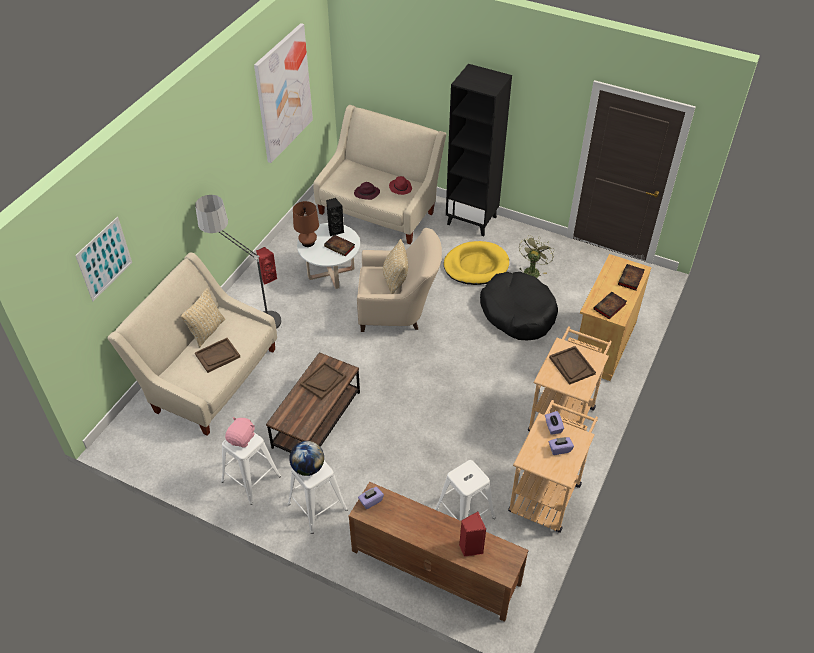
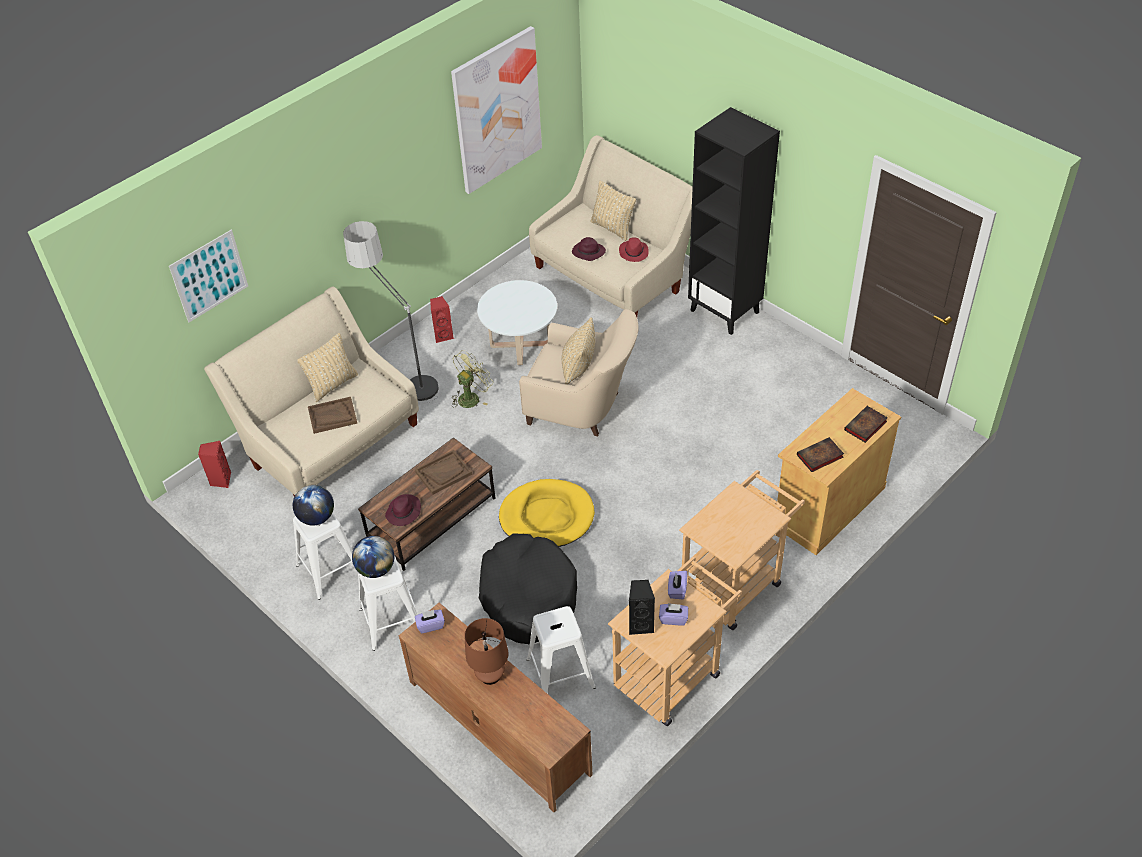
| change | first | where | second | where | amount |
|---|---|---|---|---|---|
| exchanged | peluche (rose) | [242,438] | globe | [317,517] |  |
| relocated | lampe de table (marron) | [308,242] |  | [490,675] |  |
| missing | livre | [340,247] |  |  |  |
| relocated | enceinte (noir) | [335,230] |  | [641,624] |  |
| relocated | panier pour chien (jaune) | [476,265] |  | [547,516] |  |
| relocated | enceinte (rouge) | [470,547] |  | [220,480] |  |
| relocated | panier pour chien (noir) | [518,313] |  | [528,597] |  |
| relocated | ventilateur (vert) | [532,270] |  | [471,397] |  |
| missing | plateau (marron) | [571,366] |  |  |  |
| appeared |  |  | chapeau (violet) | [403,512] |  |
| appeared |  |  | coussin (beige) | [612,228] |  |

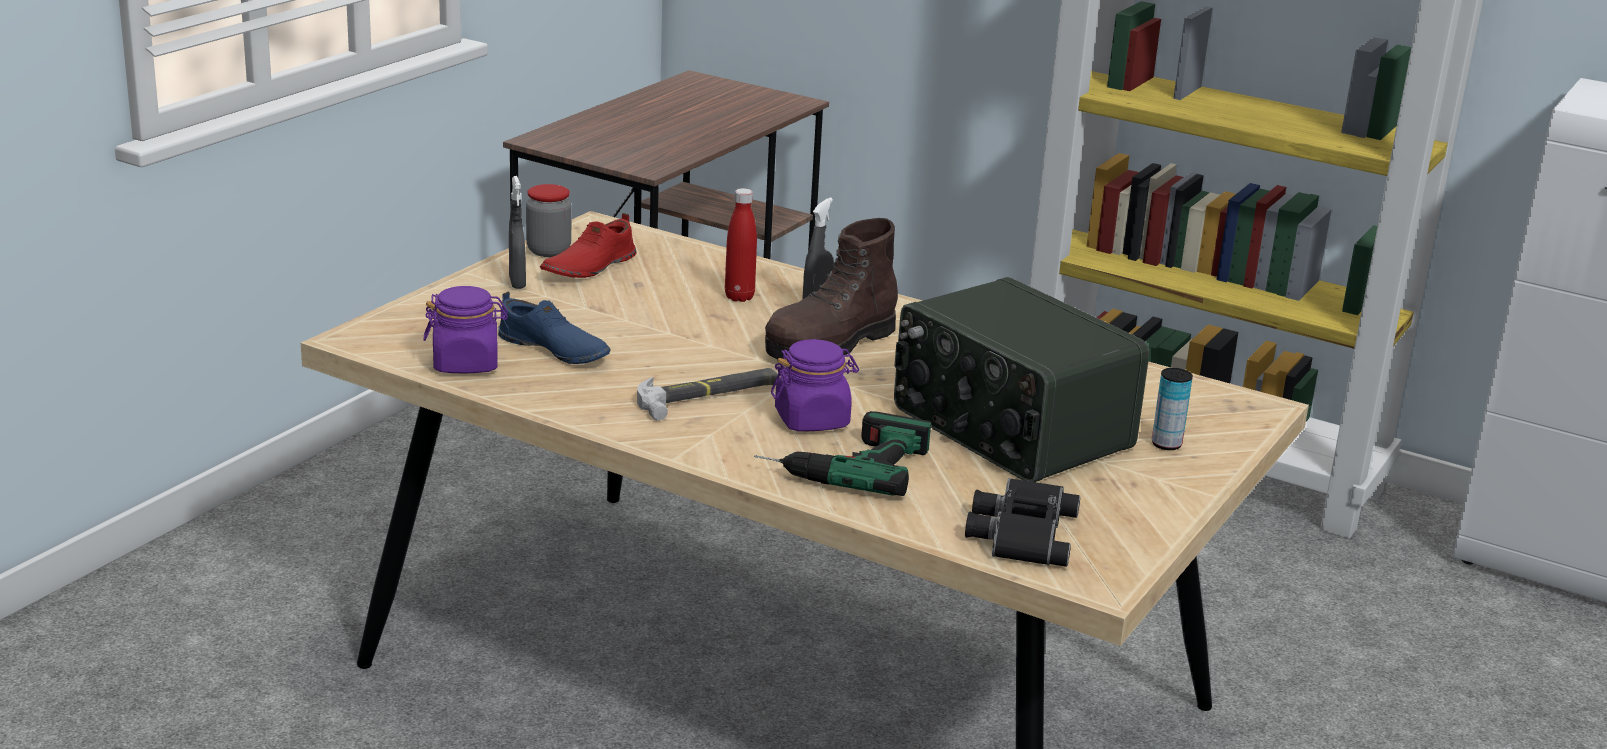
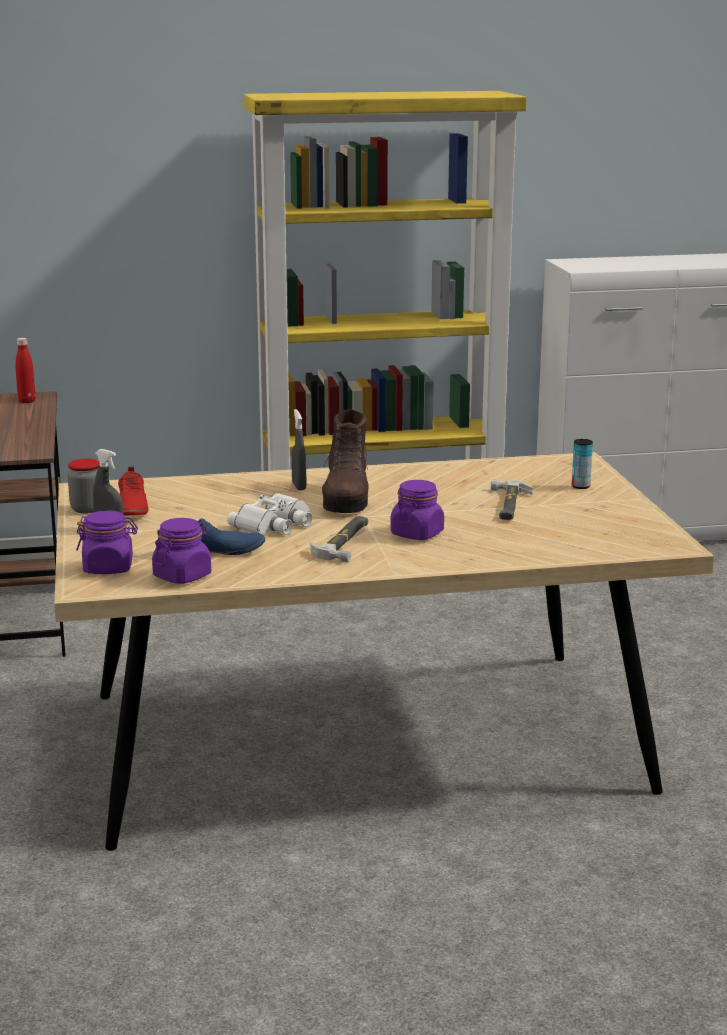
| change | first | where | second | where | amount |
|---|---|---|---|---|---|
| relocated | bouteille (rouge) | [739,297] |  | [27,401] |  |
| missing | perceuse | [842,462] |  |  |  |
| exchanged | radio | [1009,429] | marteau | [508,504] |  |
| missing | jumelles (noir) | [1019,532] |  |  |  |
| appeared |  |  | bocal (violet) | [109,568] |  |
| appeared |  |  | jumelles (blanc) | [275,524] |  |

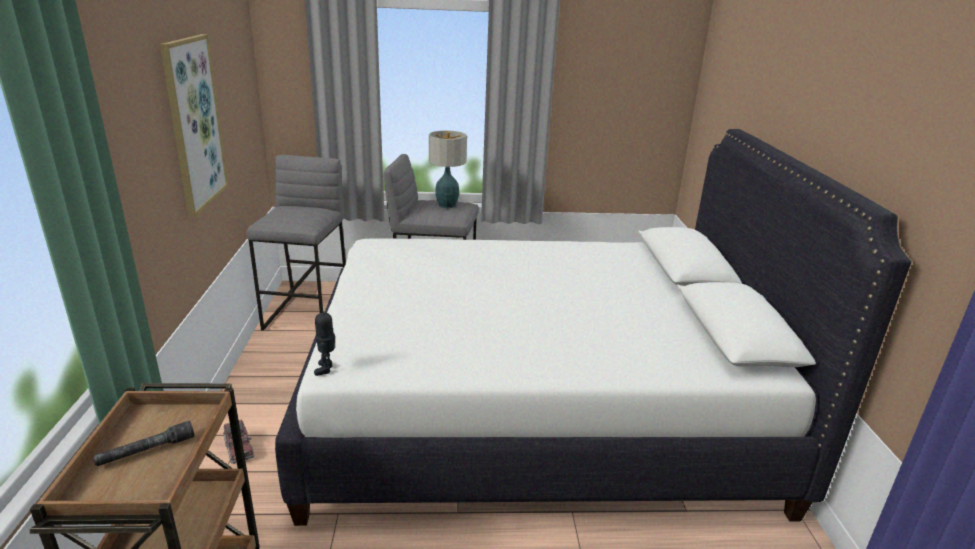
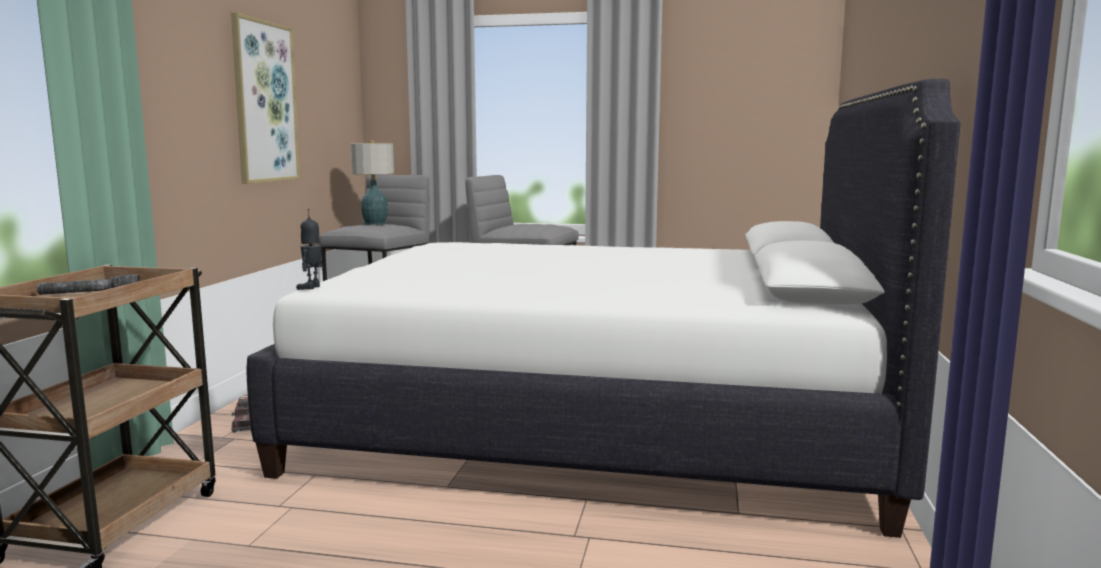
| change | first | where | second | where | amount |
|---|---|---|---|---|---|
| relocated | lampe de table | [447,205] |  | [374,224] |  |

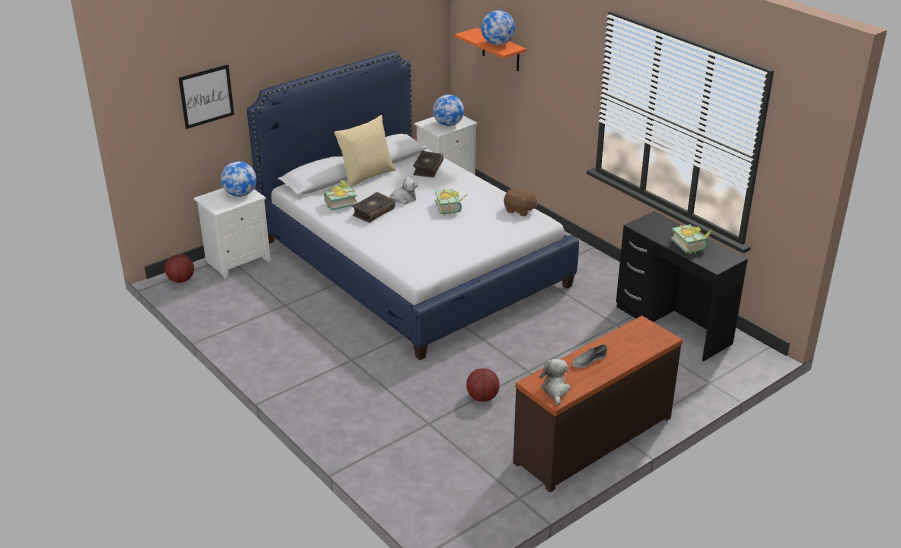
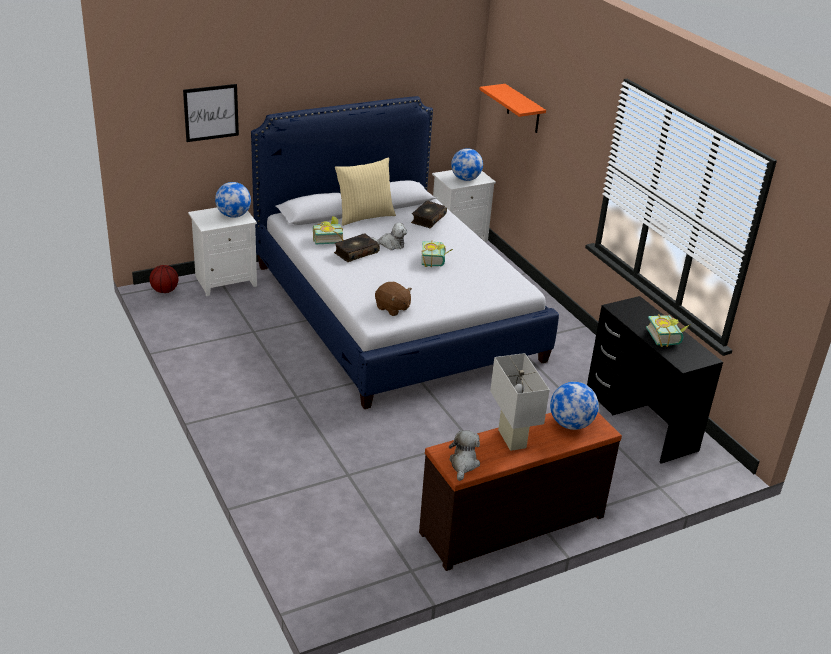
| change | first | where | second | where | amount |
|---|---|---|---|---|---|
| missing | ballon de basket | [482,397] |  |  |  |
| relocated | globe | [497,44] |  | [570,424] |  |
| relocated | peluche (marron) | [520,210] |  | [392,308] |  |
| exchanged | chaussure (gris) | [589,360] | lampe de table (blanc) | [512,439] |  |

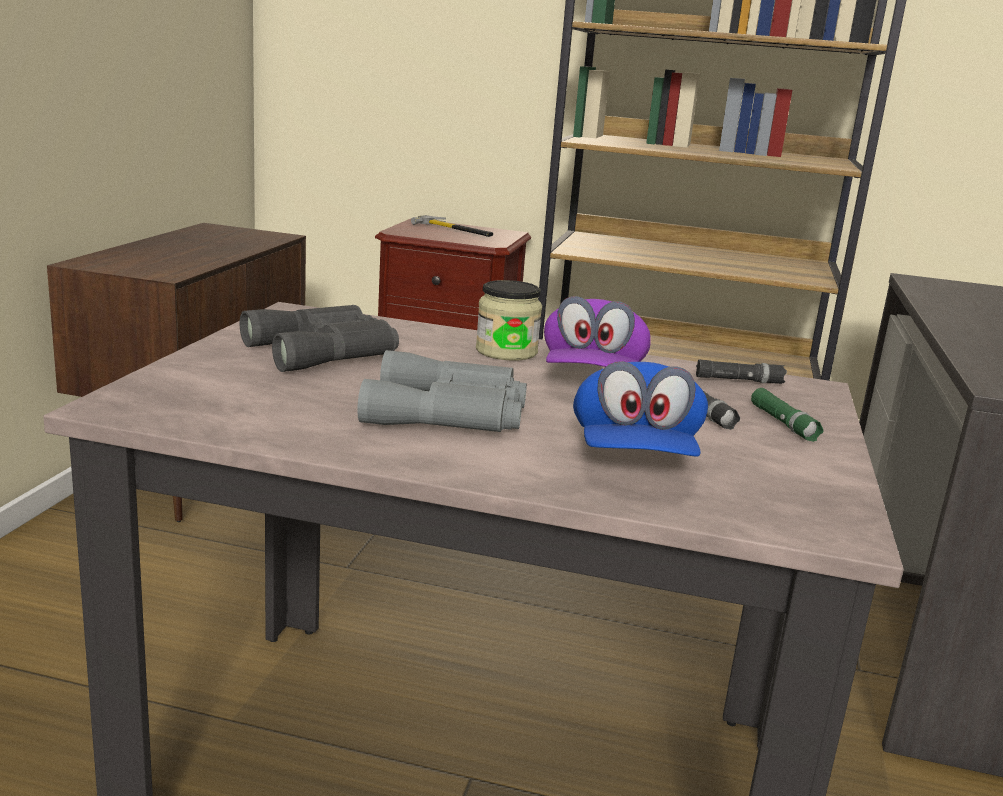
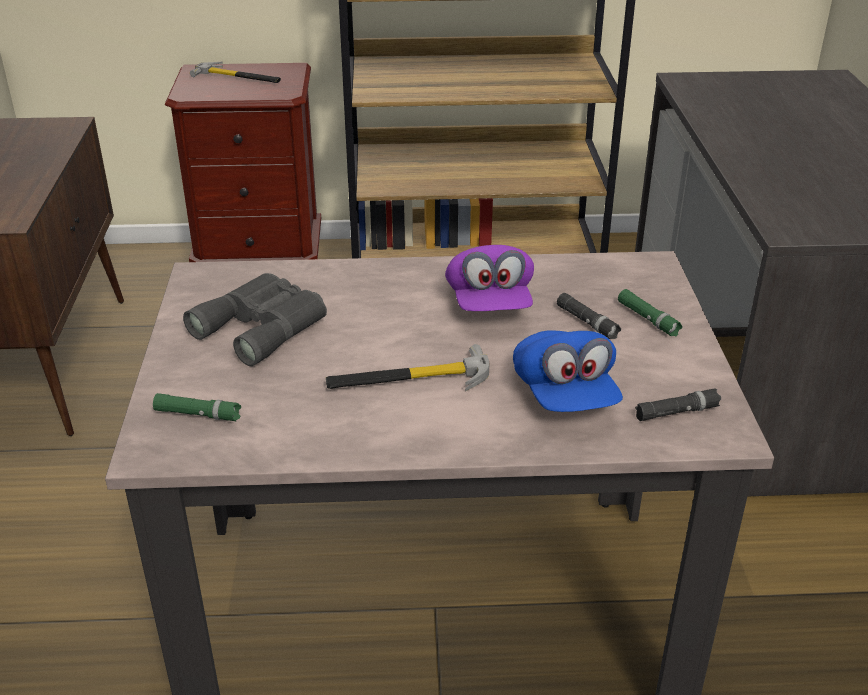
| change | first | where | second | where | amount |
|---|---|---|---|---|---|
| exchanged | jumelles (gris) | [450,413] | marteau | [408,380] |  |
| missing | bocal | [506,351] |  |  |  |
| relocated | lampe de poche (noir) | [739,380] |  | [676,412] |  |
| appeared |  |  | lampe de poche (vert) | [198,414] |  |

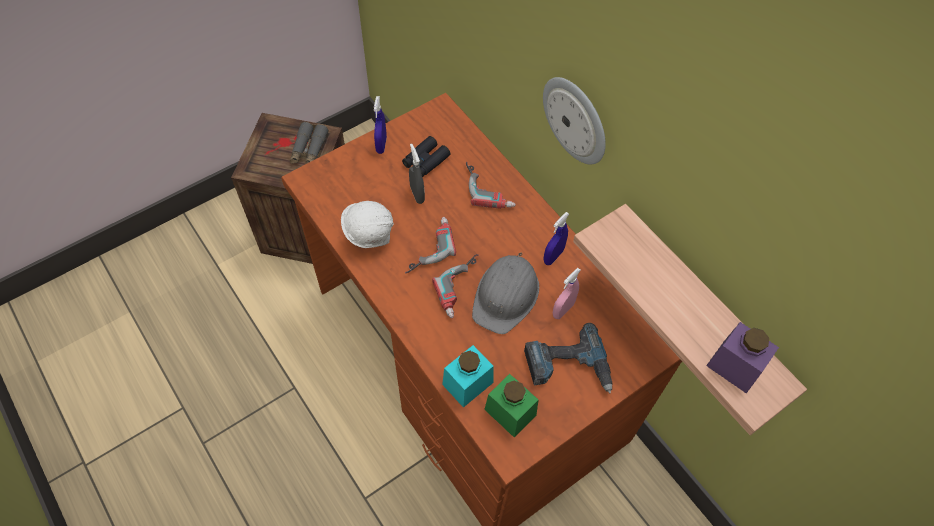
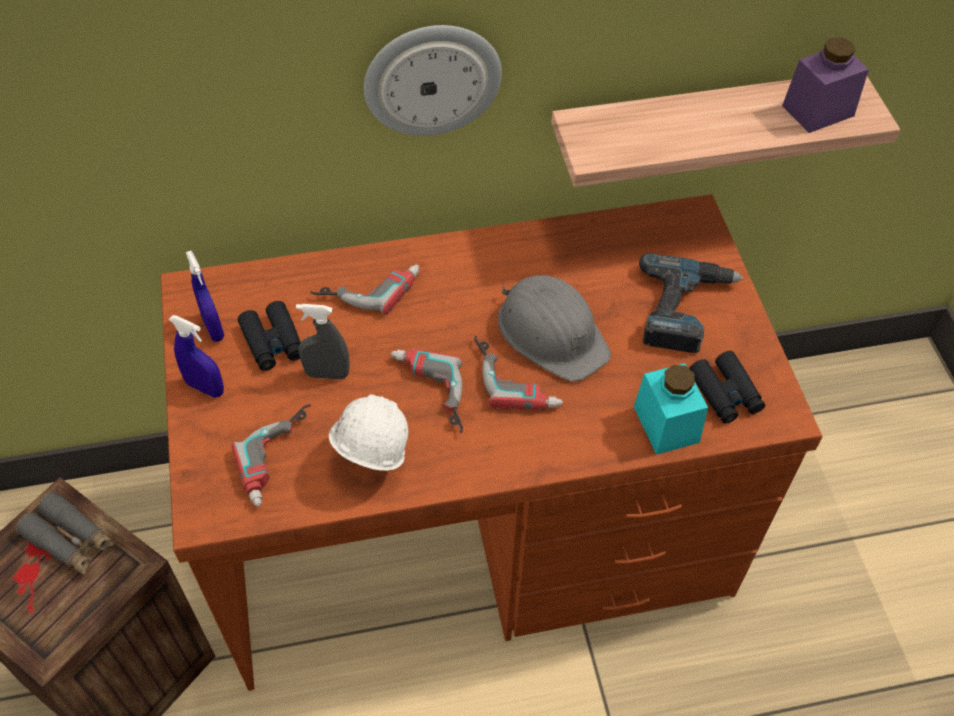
| change | first | where | second | where | amount |
|---|---|---|---|---|---|
| exchanged | bocal (vert) | [510,412] | jumelles (noir) | [725,393] |  |
| relocated | vaporisateur (bleu) | [553,256] |  | [213,328] |  |
| missing | vaporisateur (rose) | [563,310] |  |  |  |
| appeared |  |  | perceuse | [282,459] |  |

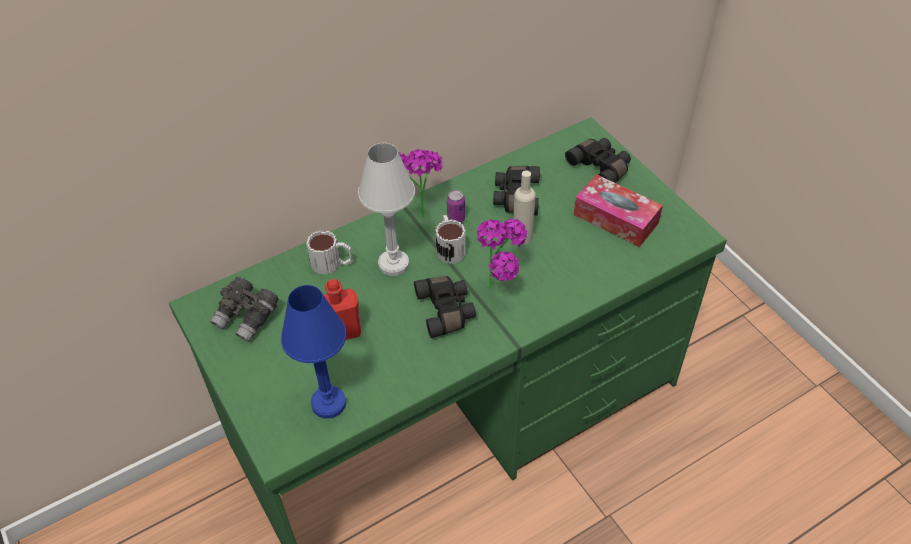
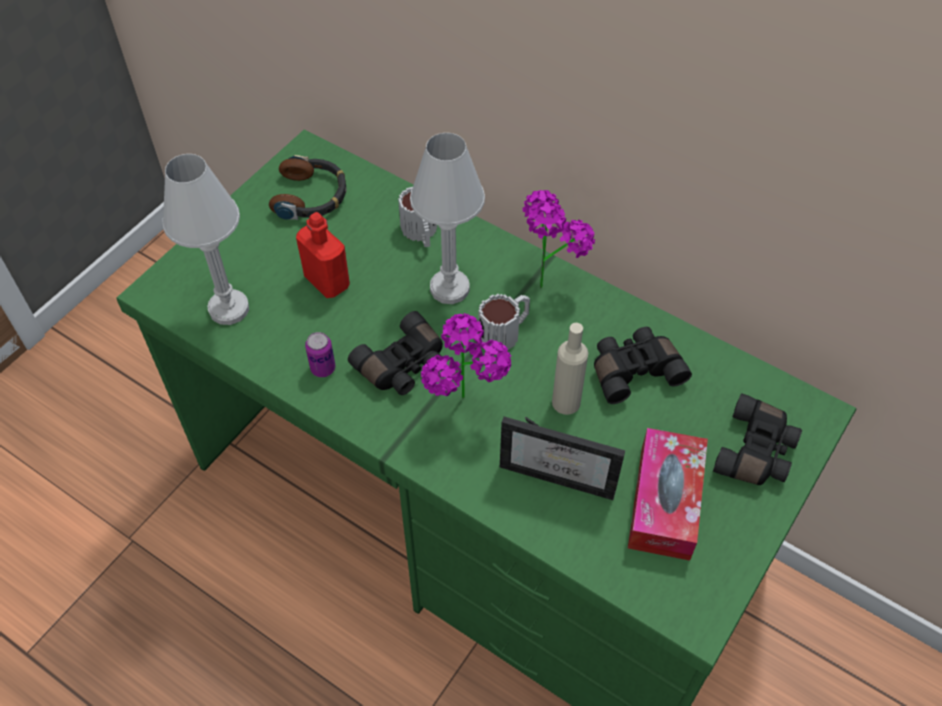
| change | first | where | second | where | amount |
|---|---|---|---|---|---|
| exchanged | jumelles (gris) | [247,318] | casque audio | [311,196] |  |
| colour | lampe de table (bleu) | [328,403] | lampe de table (blanc) | [229,309] |  |
| relocated | boîte métallique | [456,219] |  | [323,368] |  |
| appeared |  |  | cadre photo | [562,471] |  |

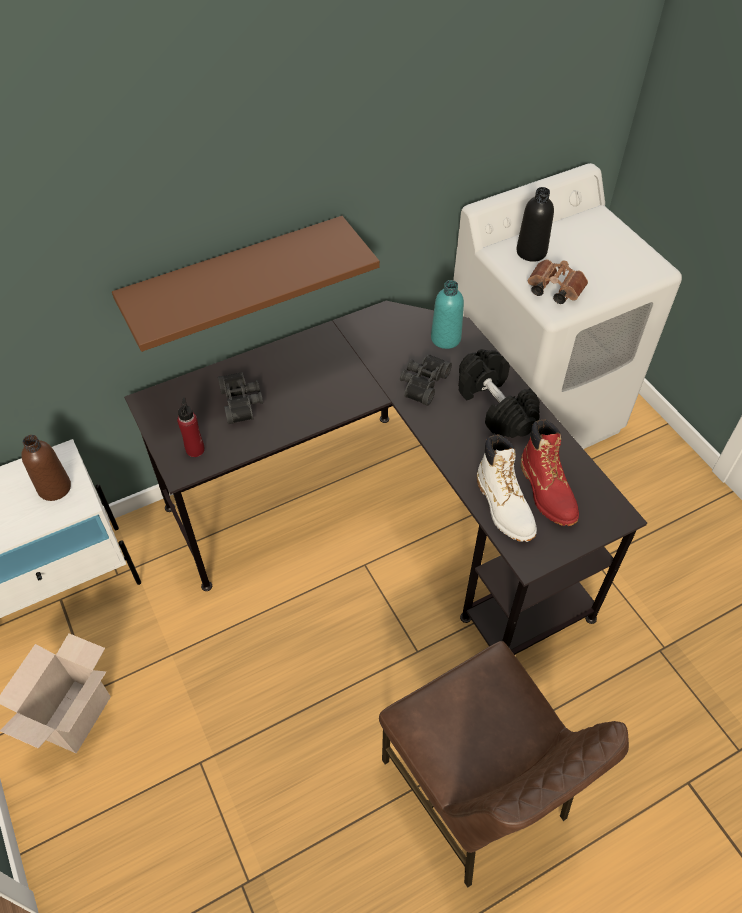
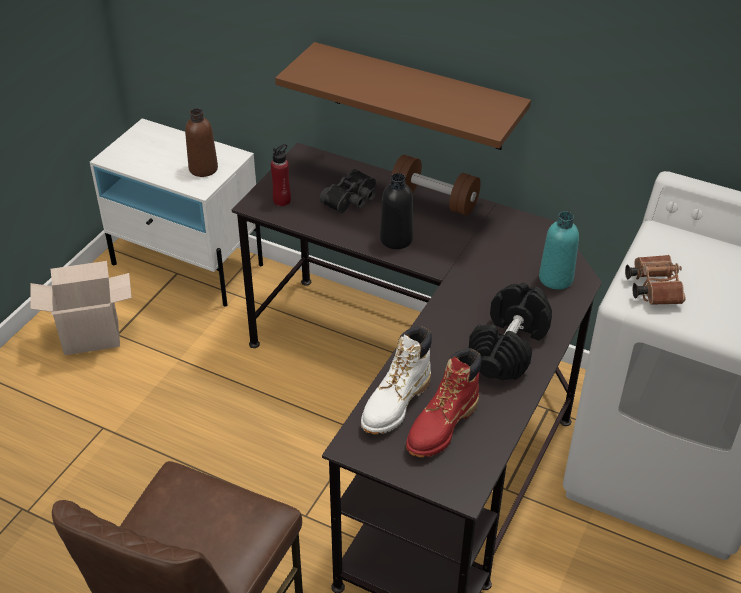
| change | first | where | second | where | amount |
|---|---|---|---|---|---|
| missing | jumelles (noir) | [422,383] |  |  |  |
| relocated | bouteille (noir) | [531,252] |  | [396,239] |  |
| appeared |  |  | haltère (marron) | [434,200] |  |

